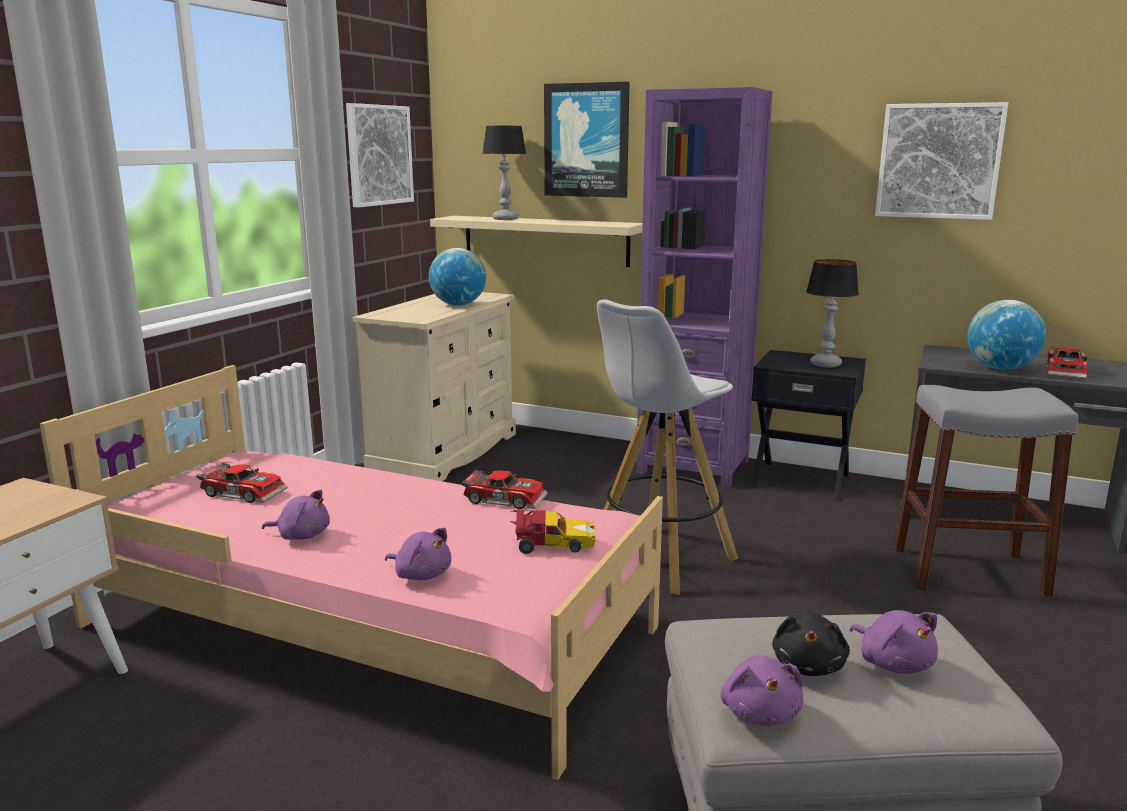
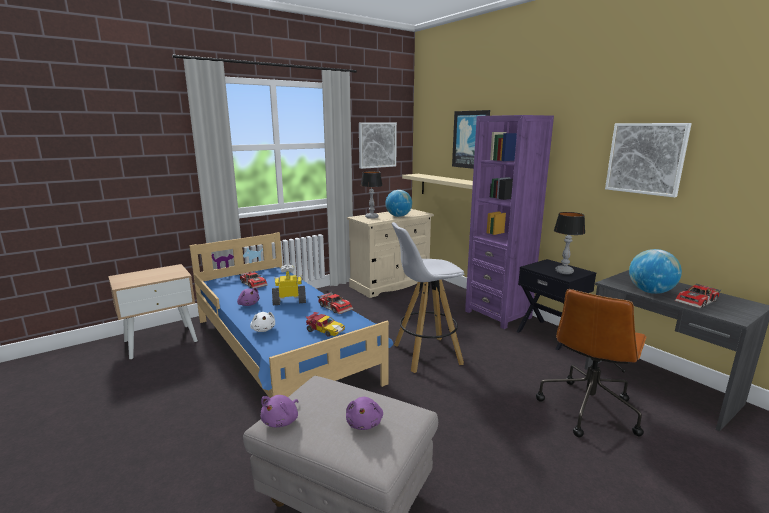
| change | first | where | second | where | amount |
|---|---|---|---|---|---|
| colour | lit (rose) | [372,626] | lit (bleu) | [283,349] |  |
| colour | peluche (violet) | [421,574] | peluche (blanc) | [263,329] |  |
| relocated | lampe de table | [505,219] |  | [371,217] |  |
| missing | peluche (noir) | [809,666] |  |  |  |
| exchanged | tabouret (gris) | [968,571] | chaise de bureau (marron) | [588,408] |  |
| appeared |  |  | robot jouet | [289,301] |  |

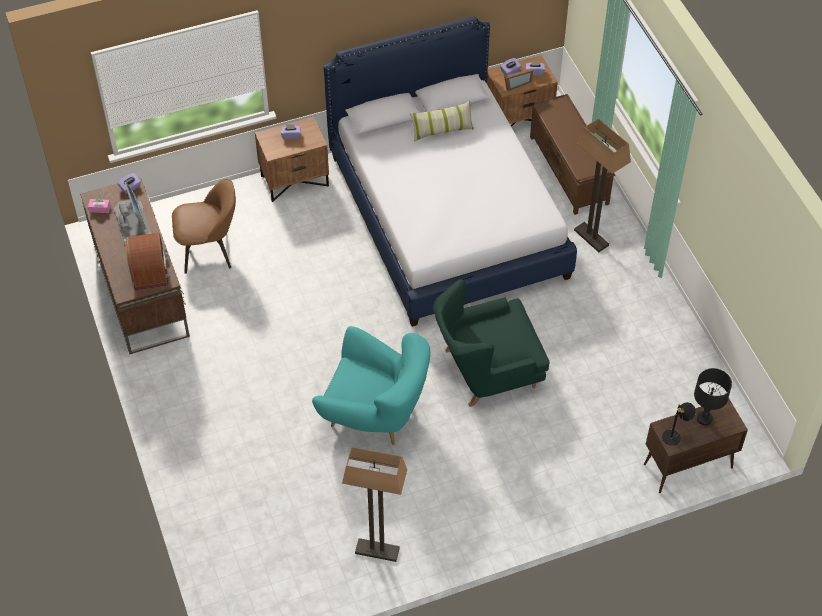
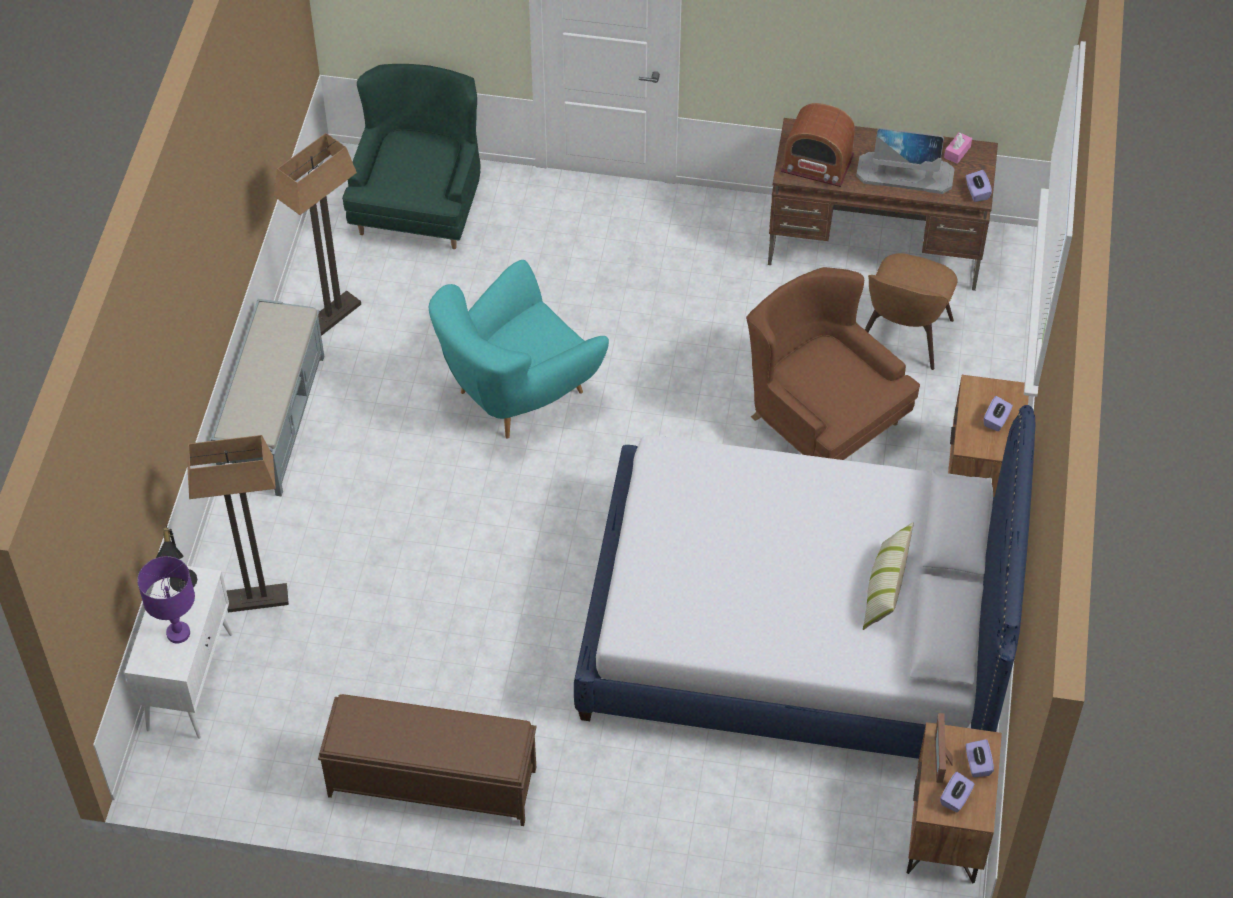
| change | first | where | second | where | amount |
|---|---|---|---|---|---|
| relocated | fauteuil (vert) | [487,369] |  | [420,204] |  |
| relocated | banc (marron) | [569,171] |  | [431,782] |  |
| relocated | lampadaire | [590,238] |  | [258,598] |  |
| colour | meuble de rangement (marron) | [687,466] | meuble de rangement (blanc) | [190,680] |  |
| colour | lampe de table (noir) | [704,418] | lampe de table (violet) | [178,634] |  |
| appeared |  |  | banc (gris) | [274,419] |  |
| appeared |  |  | fauteuil (marron) | [821,417] |  |

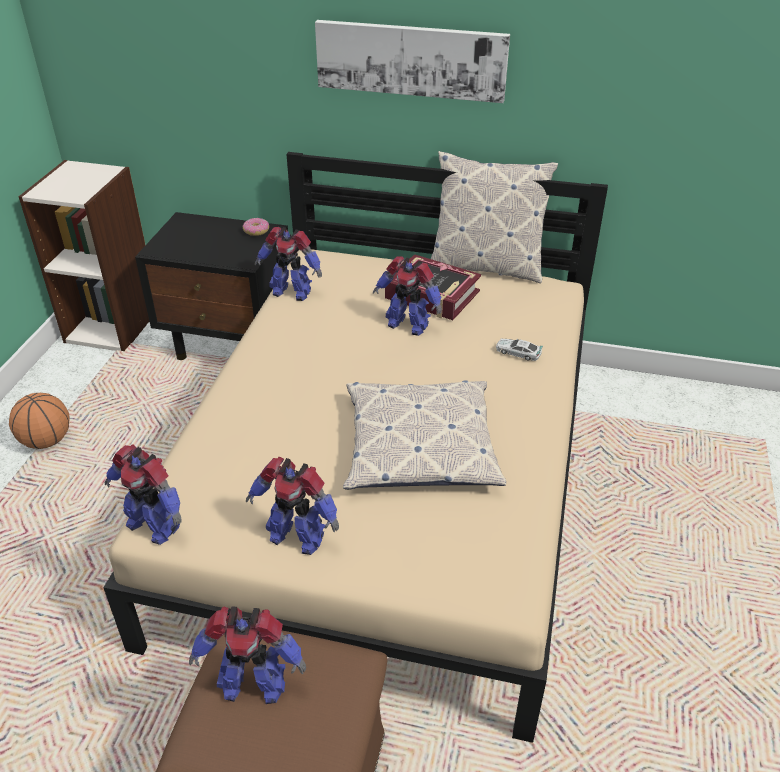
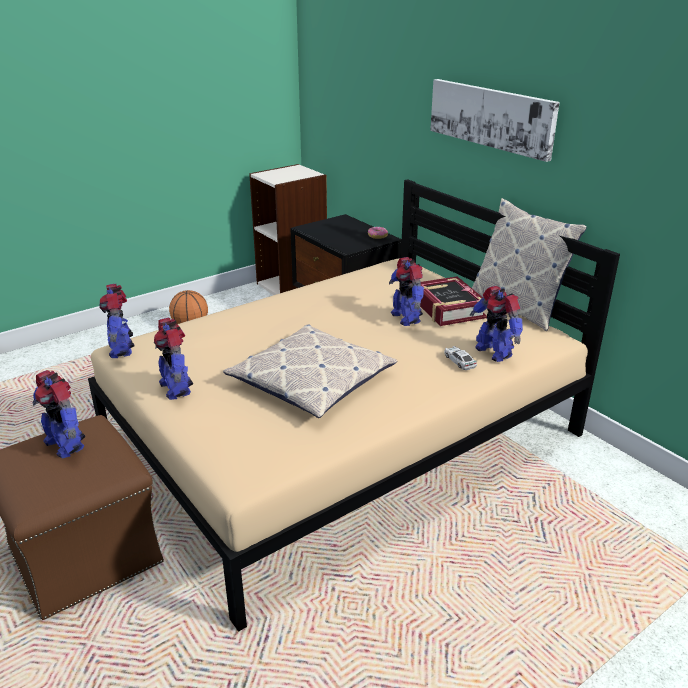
| change | first | where | second | where | amount |
|---|---|---|---|---|---|
| relocated | robot jouet | [291,292] |  | [493,351] |  |

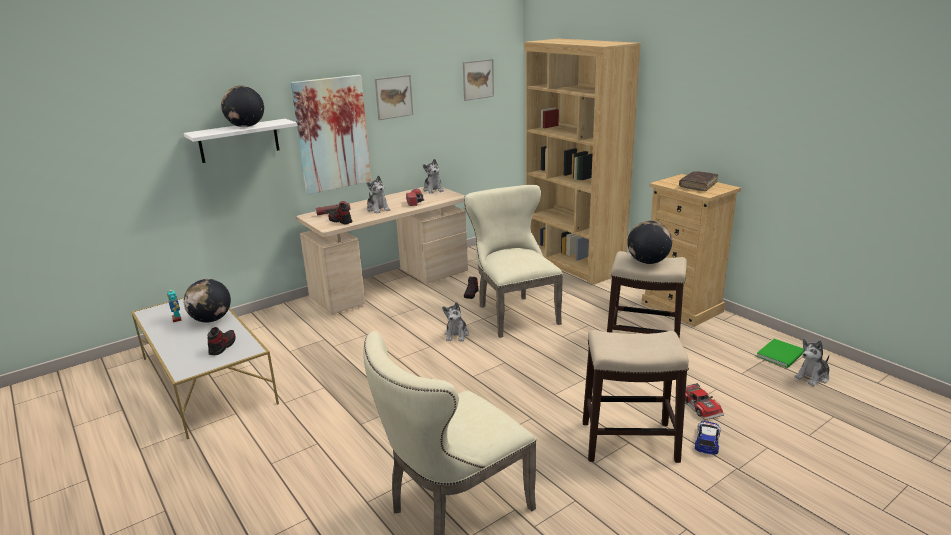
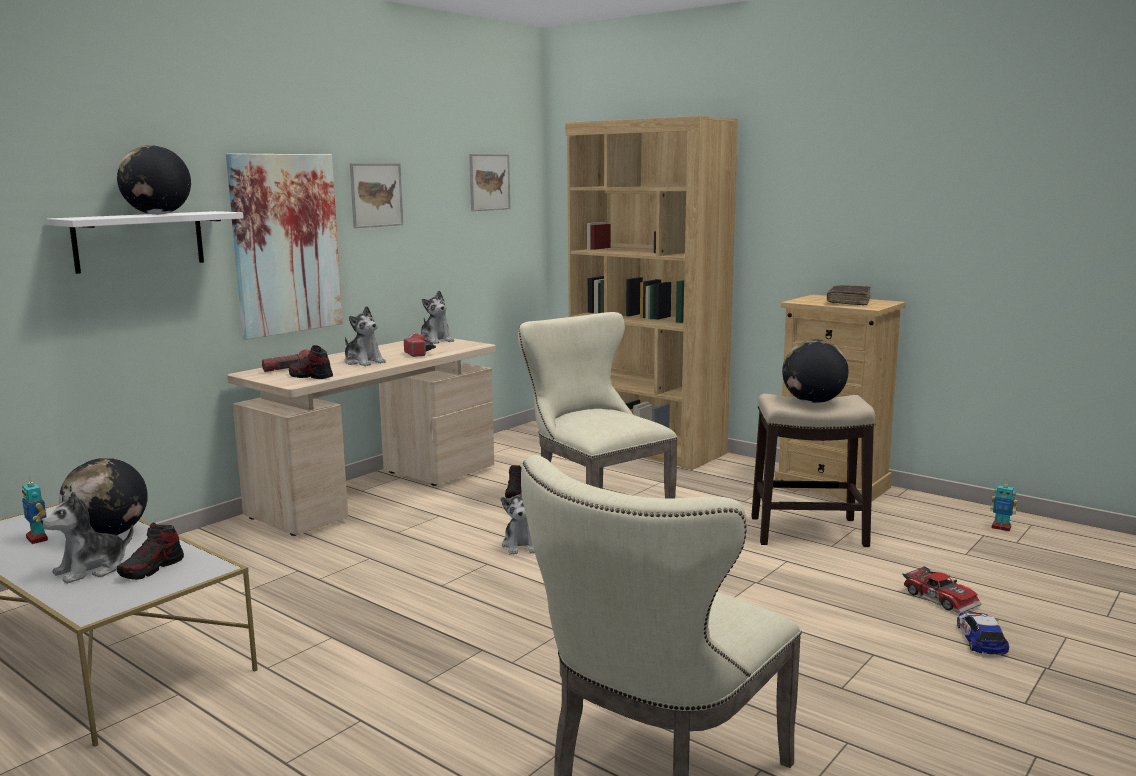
| change | first | where | second | where | amount |
|---|---|---|---|---|---|
| spun | chaussure | [222,346] |  | [152,568] | 150 degrees counterclockwise |
| missing | tabouret | [630,441] |  |  |  |
| exchanged | livre (vert) | [782,354] | robot jouet | [1001,527] |  |
| relocated | peluche | [812,377] |  | [91,569] |  |

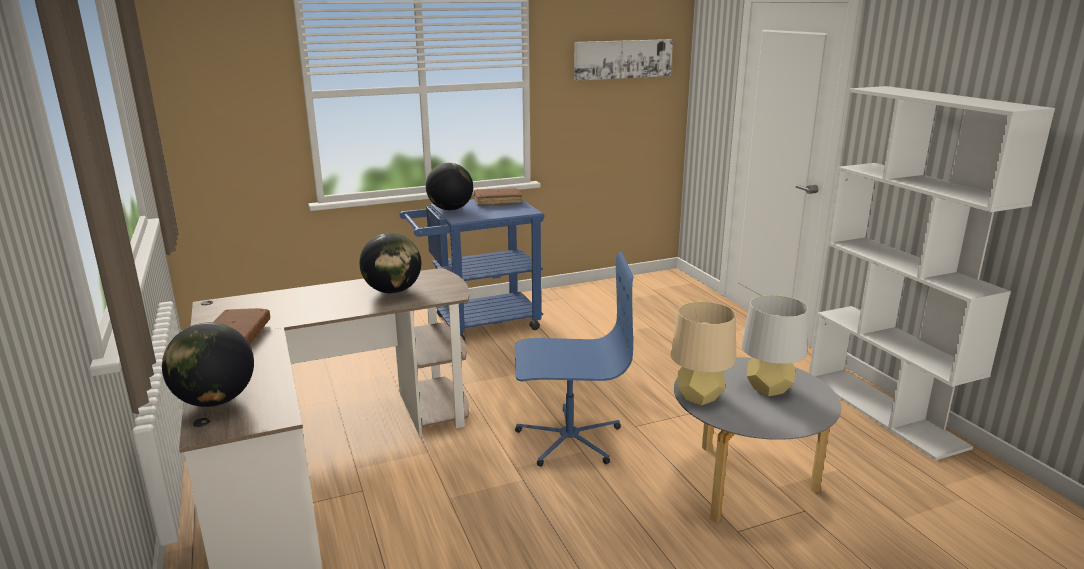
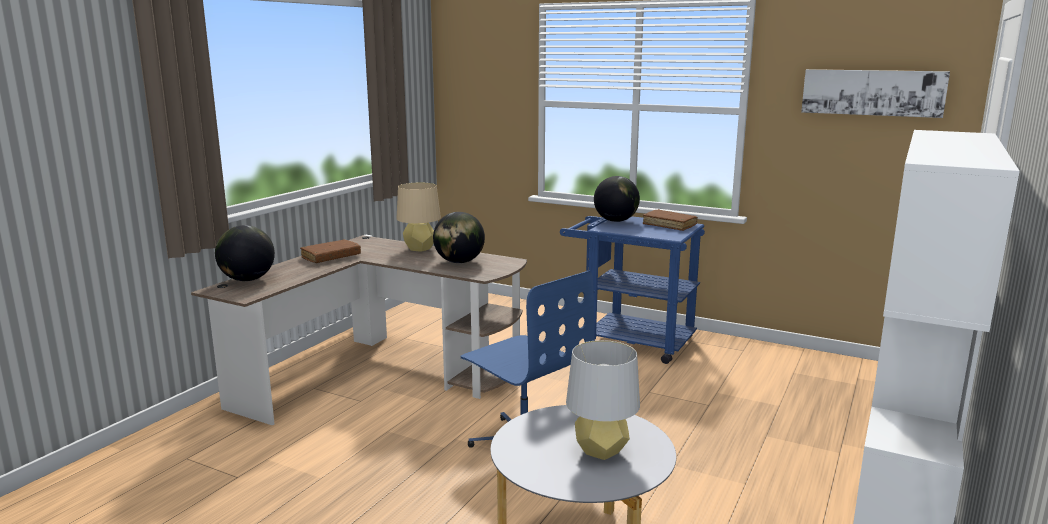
| change | first | where | second | where | amount |
|---|---|---|---|---|---|
| relocated | lampe de table (beige) | [699,397] |  | [420,249] |  |

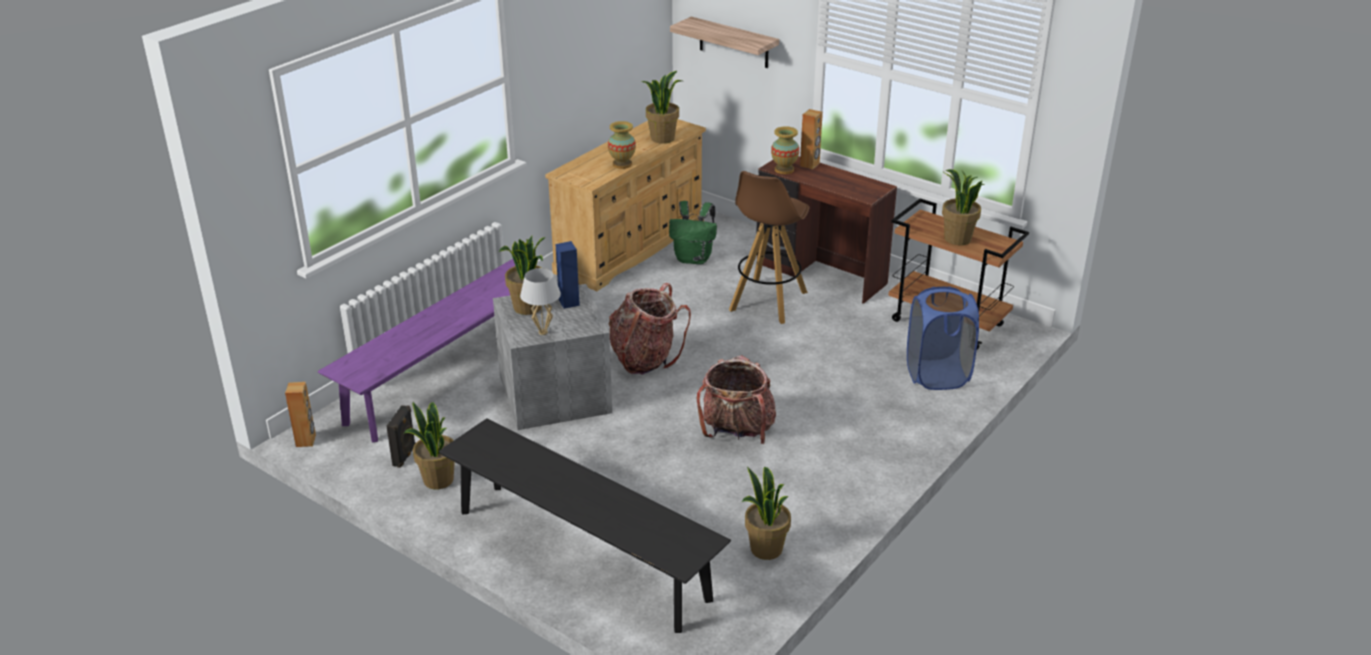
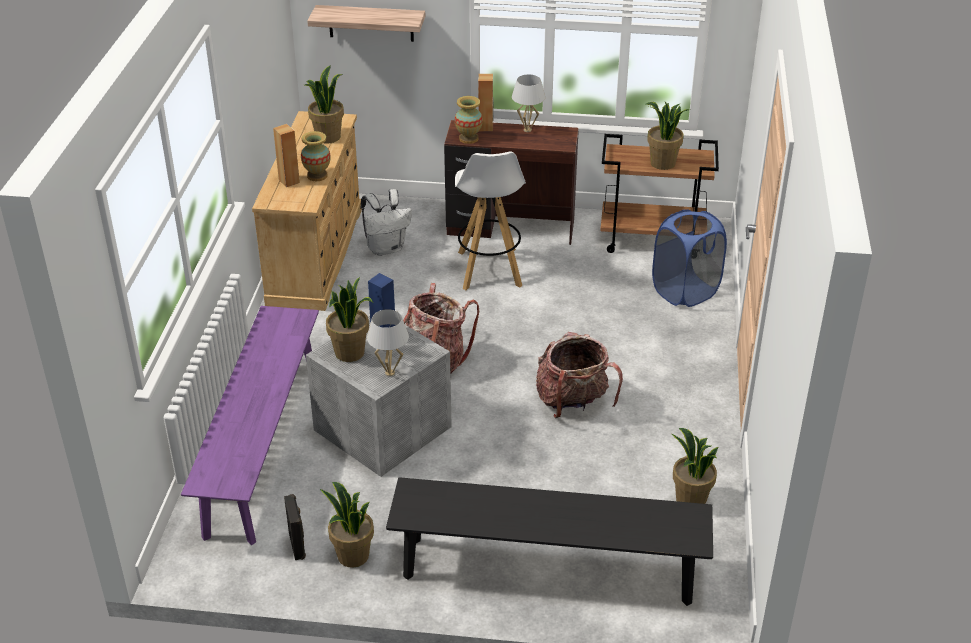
| change | first | where | second | where | amount |
|---|---|---|---|---|---|
| relocated | enceinte (marron) | [306,441] |  | [289,181] |  |
| colour | sac à dos (vert) | [694,259] | sac à dos (blanc) | [386,248] |  |
| colour | tabouret (marron) | [767,301] | tabouret (blanc) | [489,269] |  |
| appeared |  |  | lampe de table (blanc) | [527,130] |  |

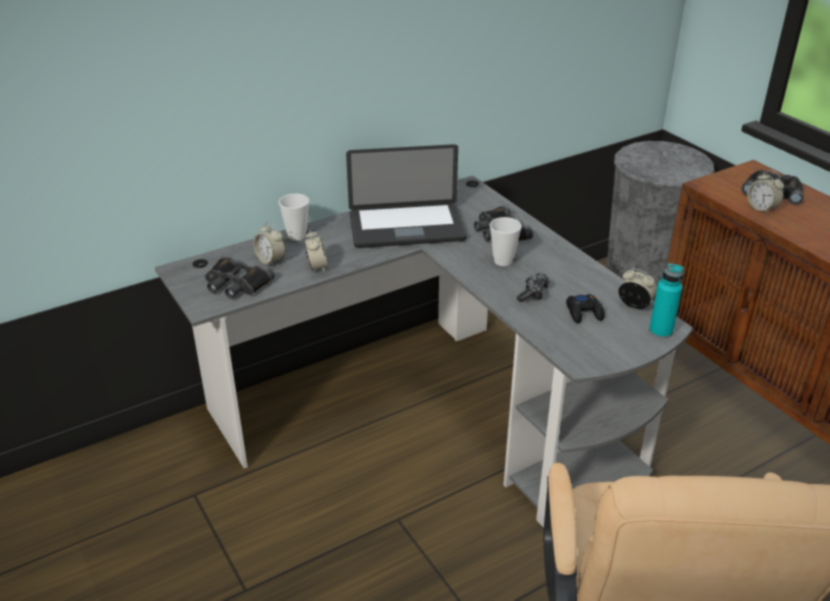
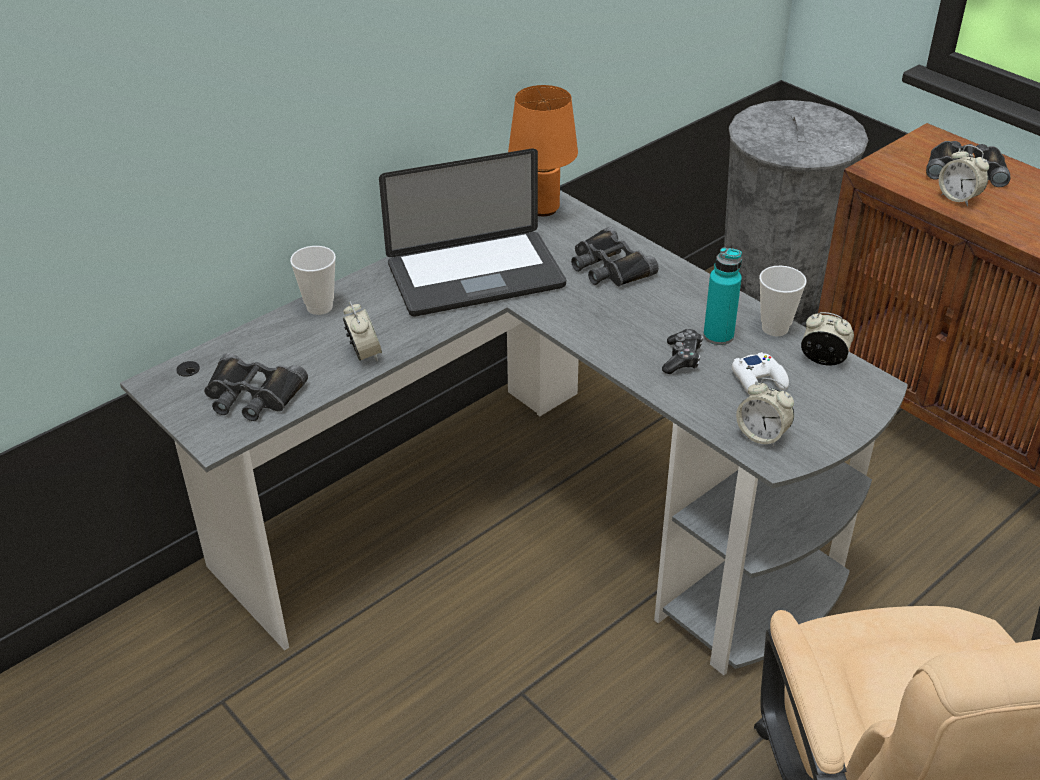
| change | first | where | second | where | amount |
|---|---|---|---|---|---|
| relocated | réveil | [271,260] |  | [762,435] |  |
| relocated | tasse | [503,261] |  | [775,328] |  |
| colour | manette (noir) | [584,313] | manette (blanc) | [759,380] |  |
| relocated | bouteille (turquoise) | [660,331] |  | [718,336] |  |
| appeared |  |  | lampe de table (orange) | [542,209] |  |

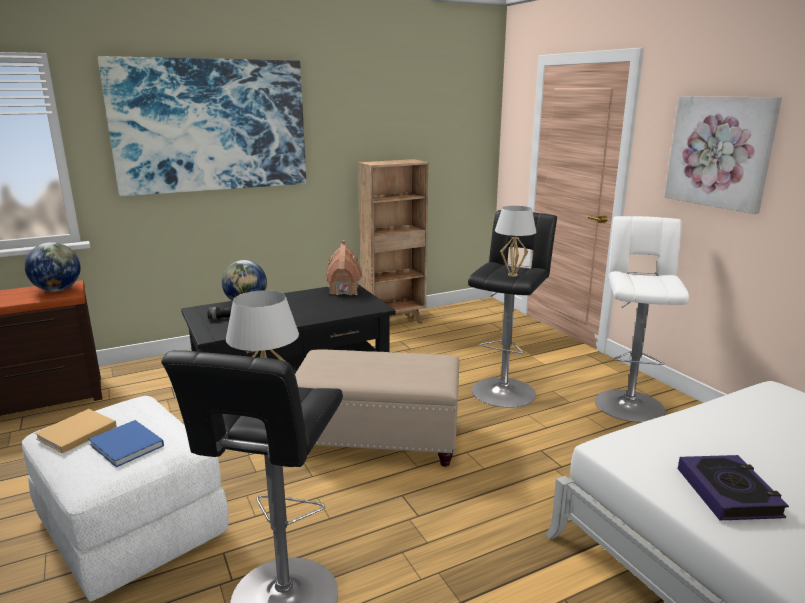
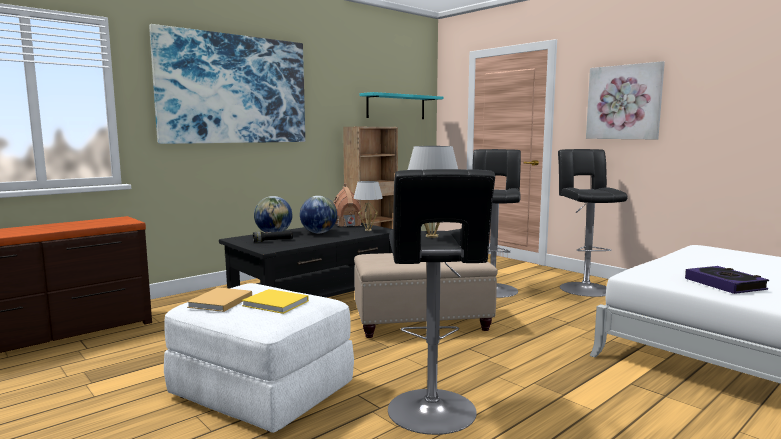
| change | first | where | second | where | amount |
|---|---|---|---|---|---|
| relocated | globe | [57,290] |  | [318,233] |  |
| colour | livre (bleu) | [127,446] | livre (jaune) | [277,303] |  |
| relocated | lampe de table (blanc) | [512,275] |  | [368,230] |  |
| colour | tabouret (blanc) | [628,403] | tabouret (noir) | [584,288] |  |
| appeared |  |  | étagère (turquoise) | [396,107] |  |

